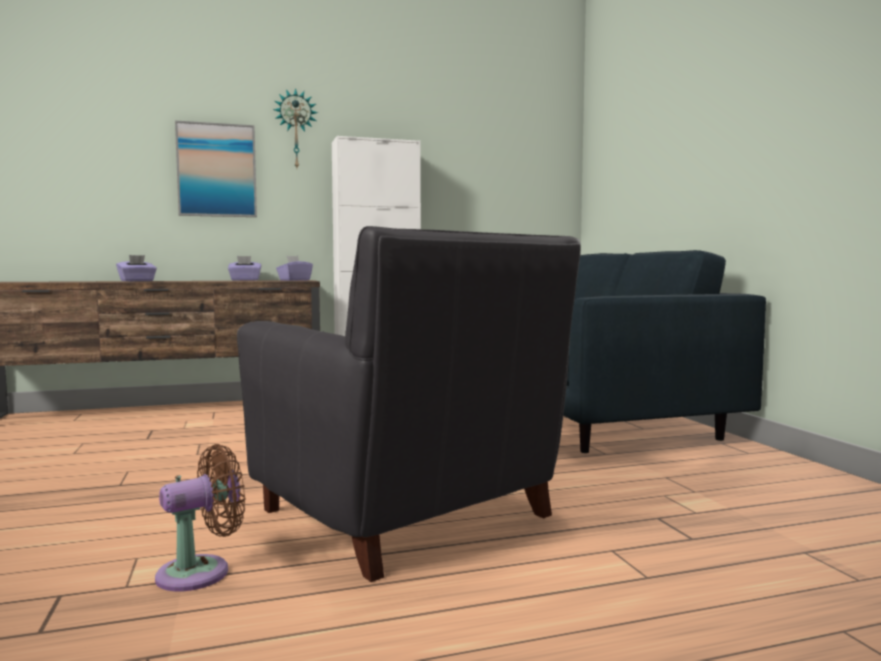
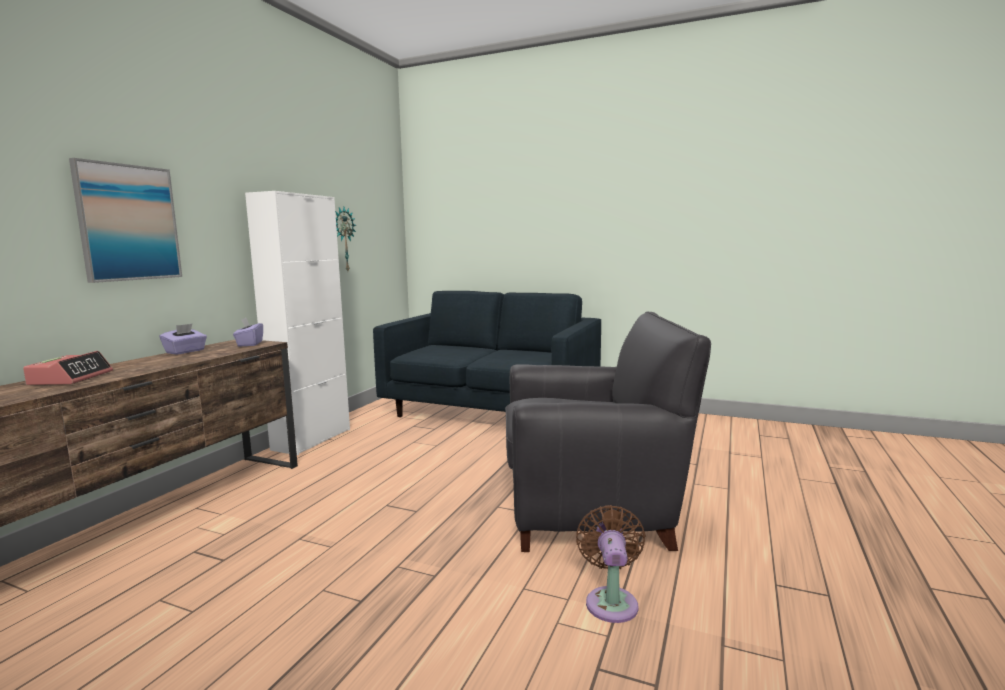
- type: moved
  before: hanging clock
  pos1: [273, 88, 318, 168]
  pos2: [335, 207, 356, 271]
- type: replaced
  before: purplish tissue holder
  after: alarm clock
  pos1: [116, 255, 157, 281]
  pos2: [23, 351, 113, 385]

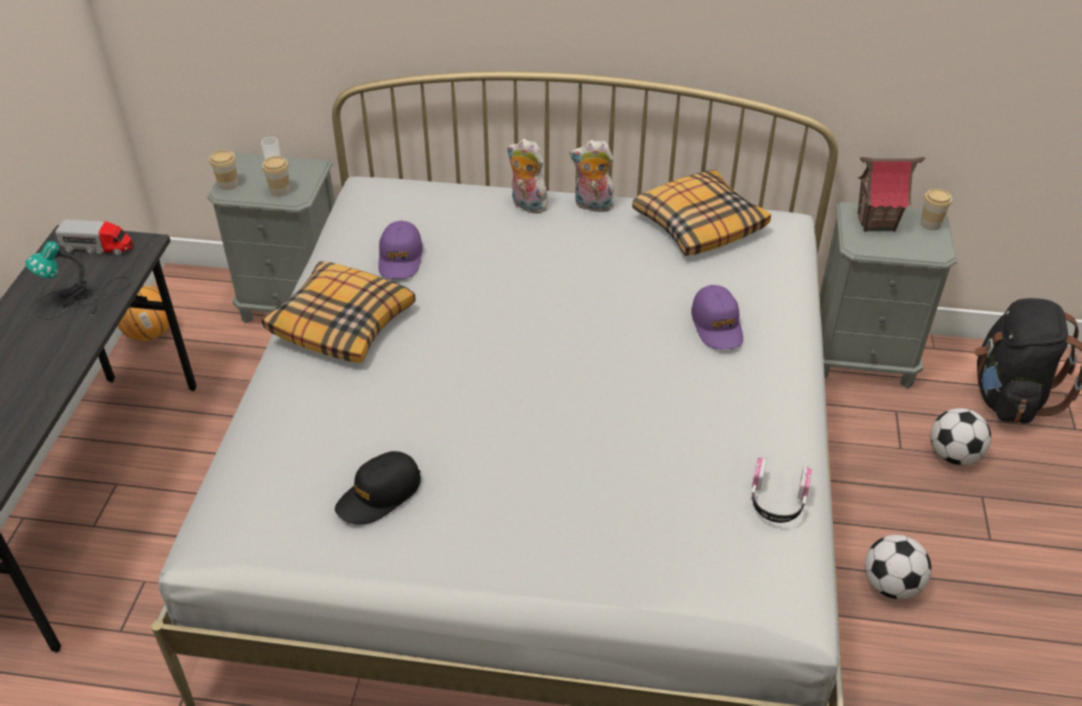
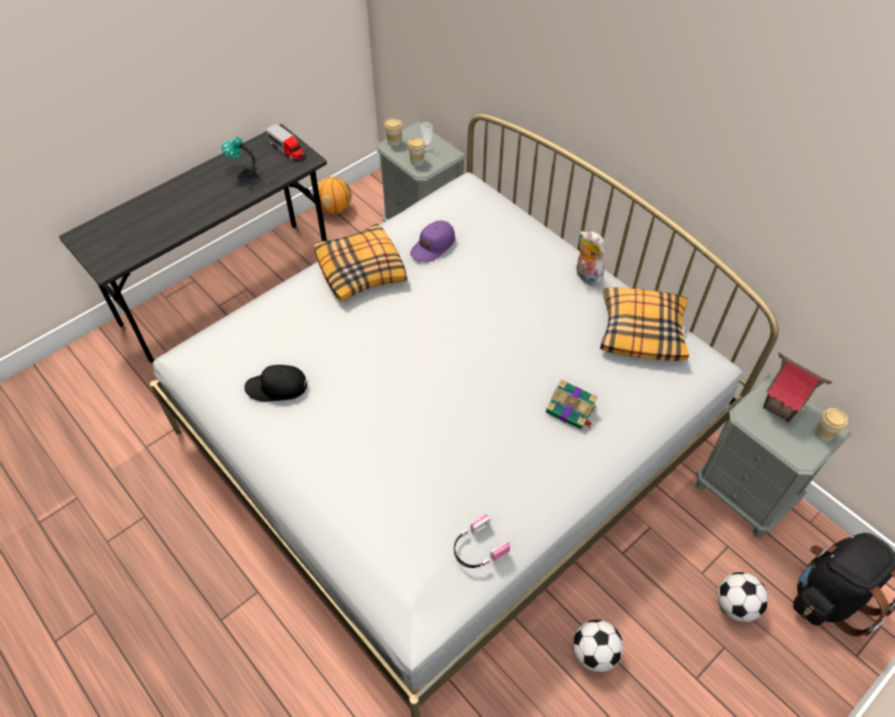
- type: removed
  before: plush toy
  pos1: [507, 139, 548, 214]
- type: replaced
  before: purplish baseball cap
  after: bound book
  pos1: [691, 285, 743, 350]
  pos2: [546, 379, 598, 429]

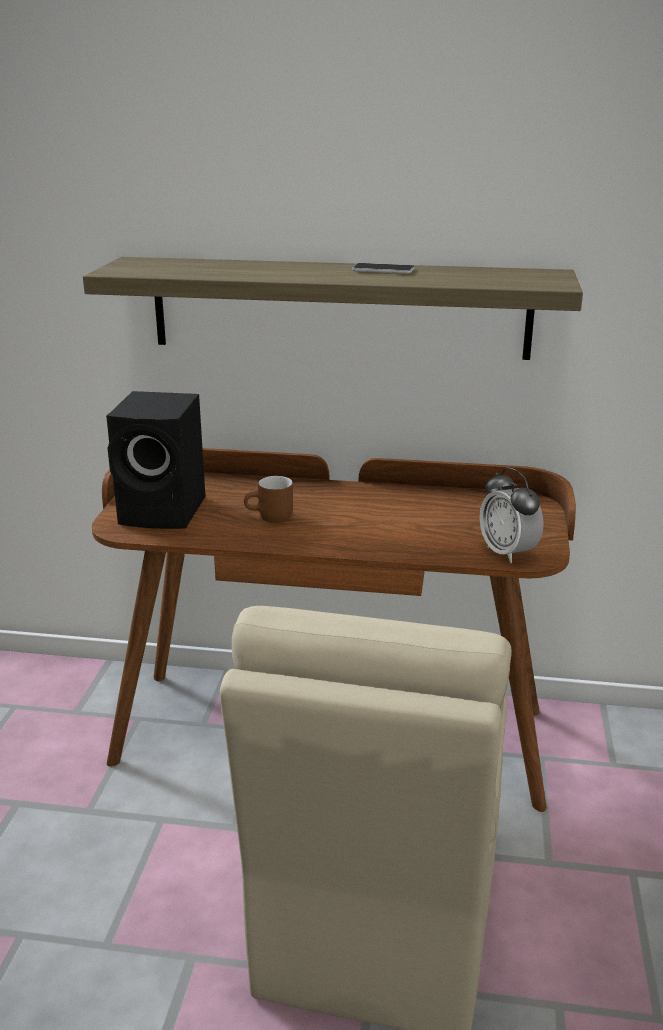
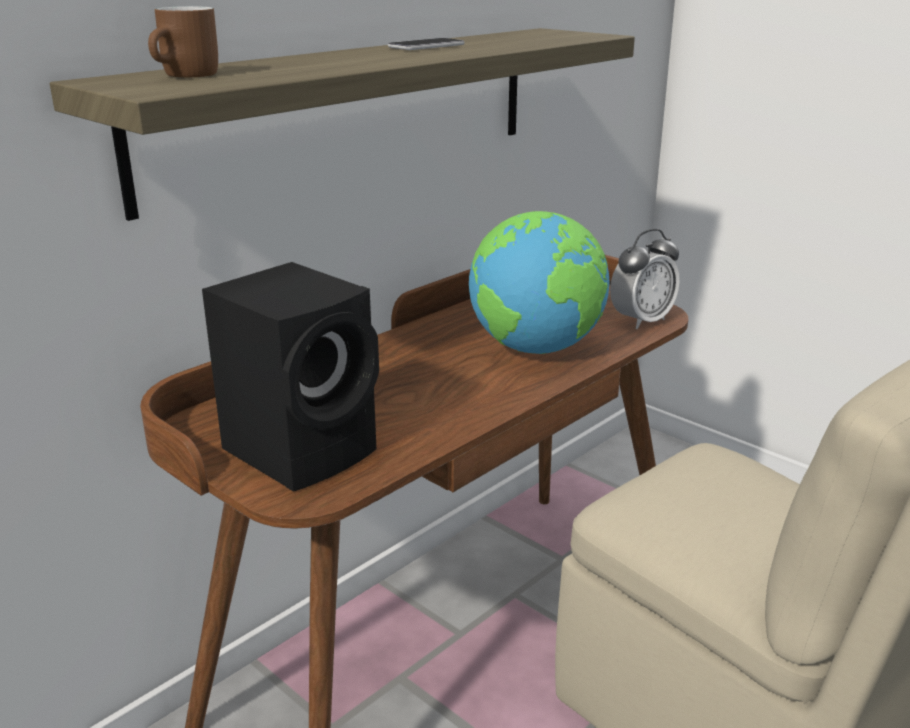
- type: added
  after: world globe
  pos2: [469, 211, 610, 354]
- type: moved
  before: brownish mug
  pos1: [244, 476, 293, 523]
  pos2: [148, 6, 218, 77]
- type: turned
  before: alarm clock
  pos1: [480, 468, 544, 563]
  pos2: [610, 229, 680, 329]
  turn: -45

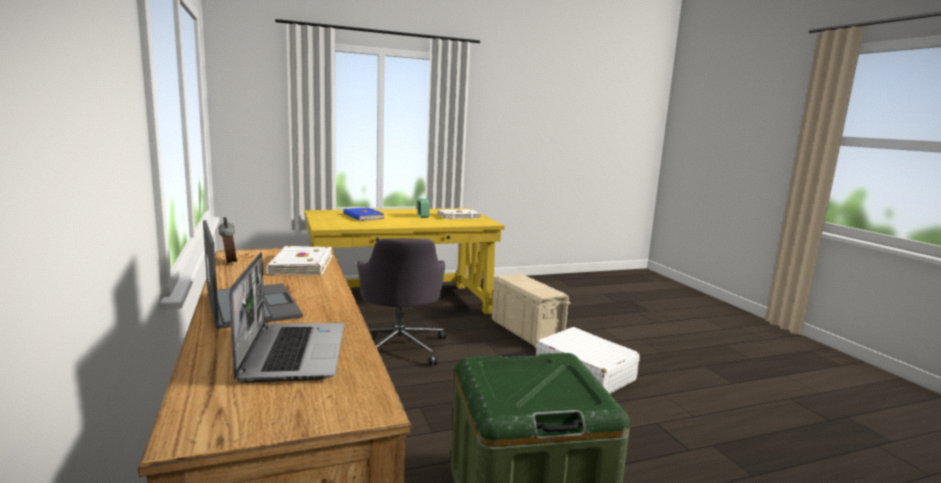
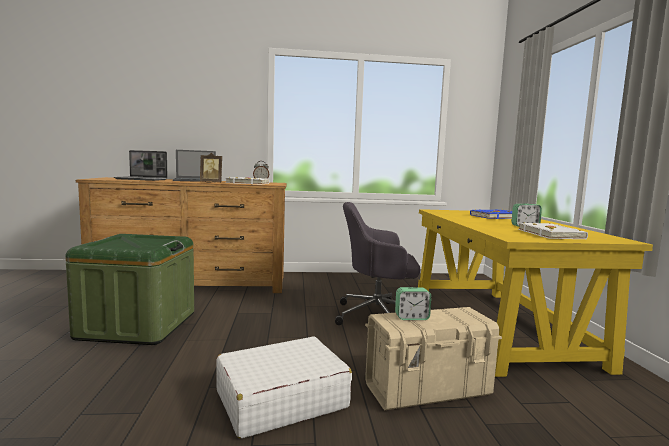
- type: added
  after: photo frame
  pos2: [200, 153, 222, 183]
- type: added
  after: alarm clock
  pos2: [395, 287, 431, 320]

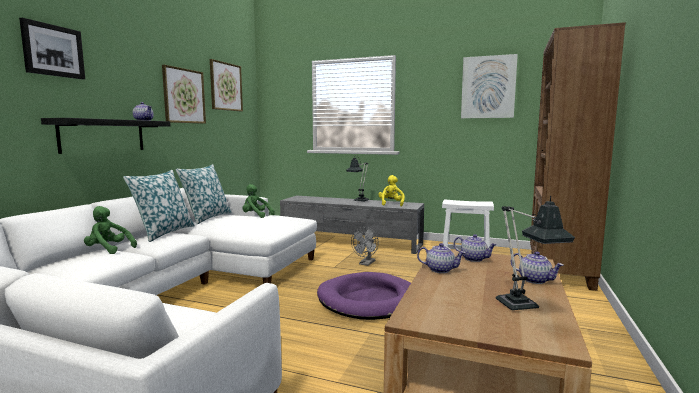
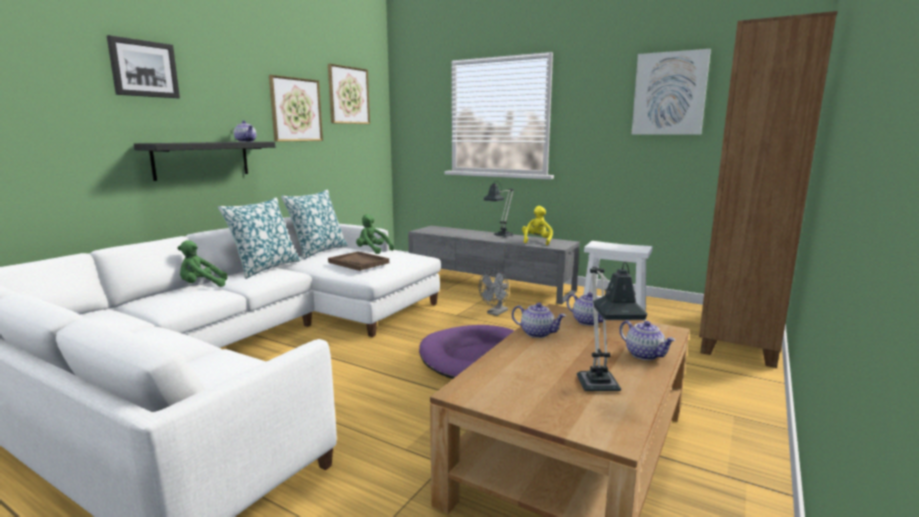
- type: added
  after: brownish carrying tray
  pos2: [328, 251, 389, 271]
- type: turned
  before: greenish plush toy
  pos1: [84, 206, 137, 254]
  pos2: [177, 240, 228, 287]
  turn: -45

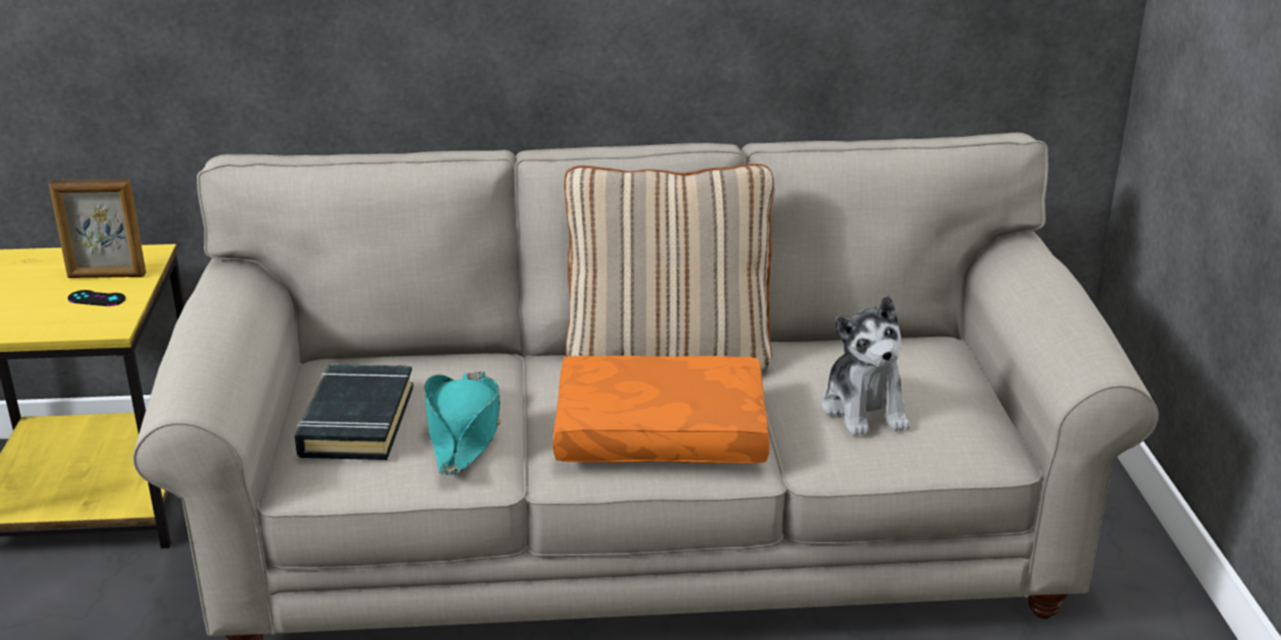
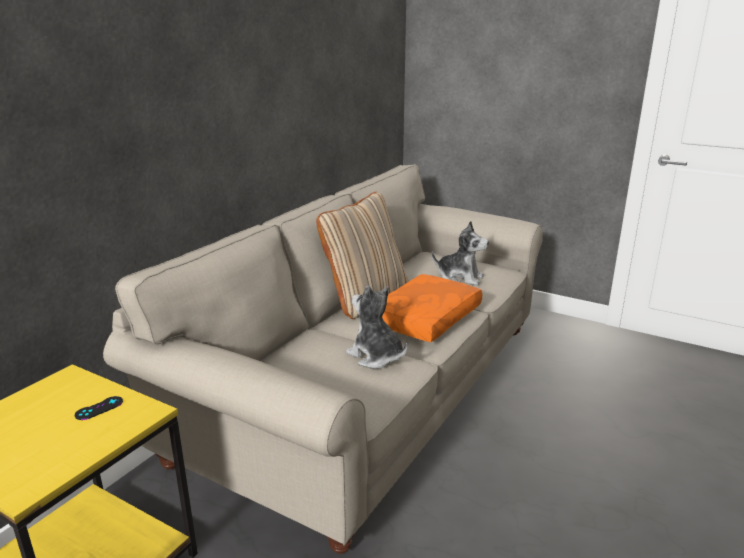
- type: removed
  before: photo frame
  pos1: [49, 179, 146, 278]
- type: removed
  before: blackish bound book
  pos1: [294, 364, 414, 460]
- type: replaced
  before: turquoise hat
  after: plush toy
  pos1: [424, 371, 501, 475]
  pos2: [346, 285, 407, 369]

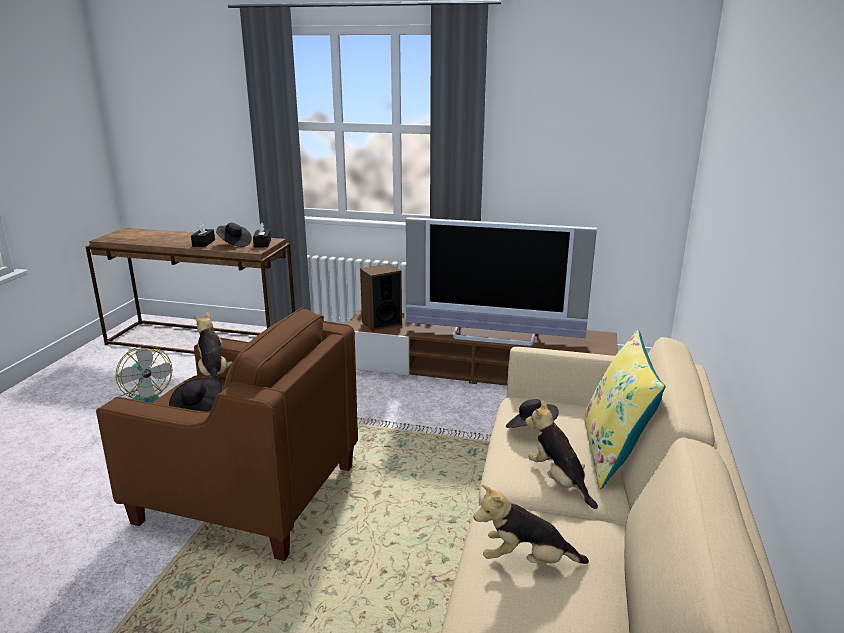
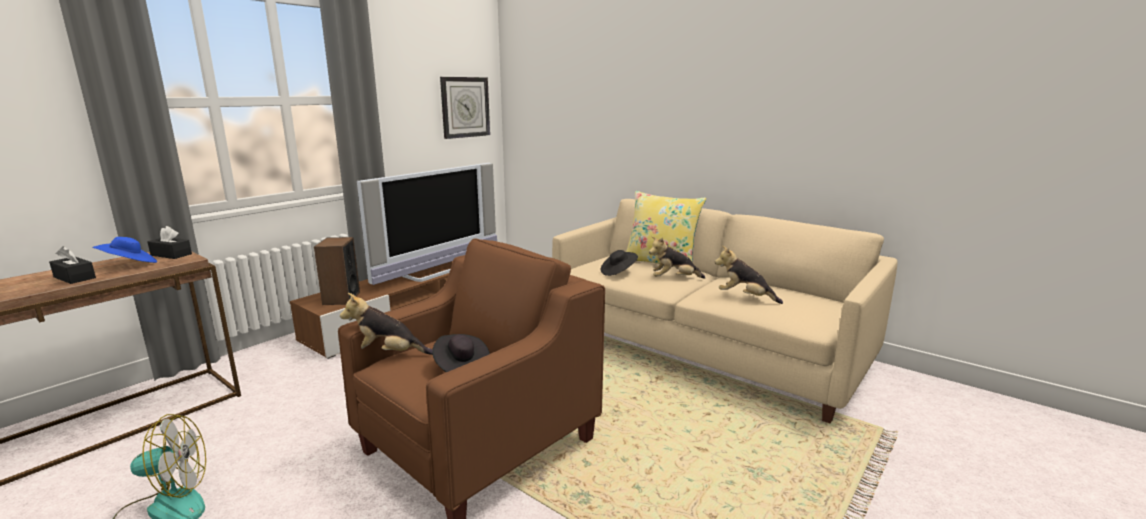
- type: added
  after: hanging clock
  pos2: [440, 77, 490, 139]
- type: recoloured
  before: blackish hat
  after: blue-coloured hat
  pos1: [216, 223, 252, 247]
  pos2: [92, 237, 157, 263]
- type: turned
  before: plush toy
  pos1: [474, 485, 589, 564]
  pos2: [715, 246, 783, 304]
  turn: 90

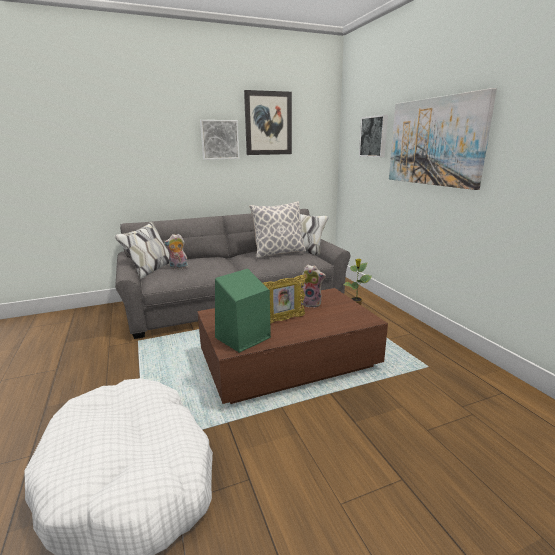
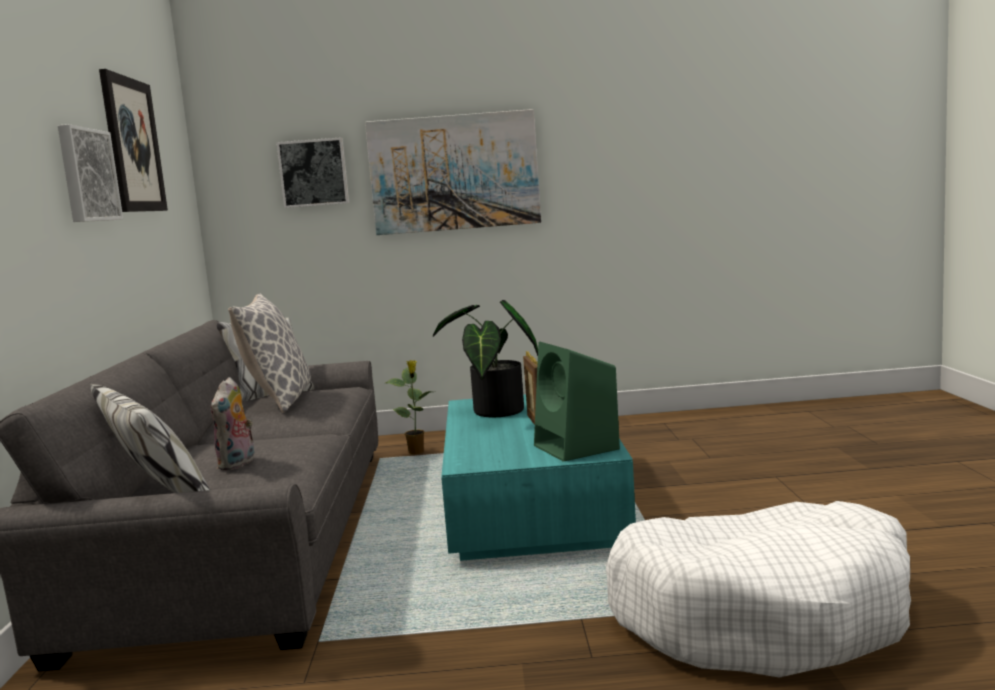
- type: replaced
  before: plush toy
  after: houseplant
  pos1: [301, 265, 326, 308]
  pos2: [433, 300, 538, 417]
- type: recoloured
  before: brownish lounge table
  after: turquoise lounge table
  pos1: [198, 288, 388, 404]
  pos2: [441, 394, 636, 561]

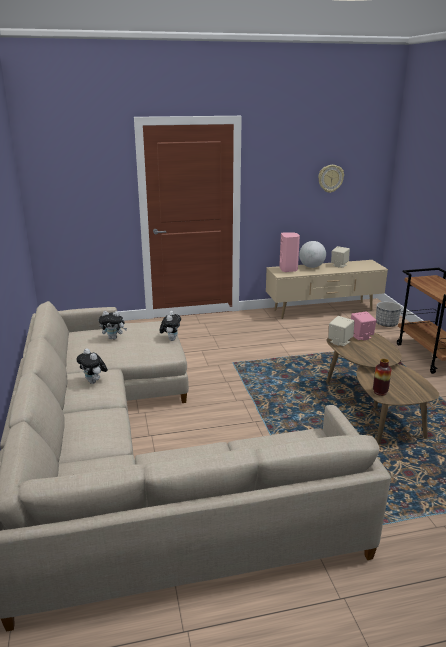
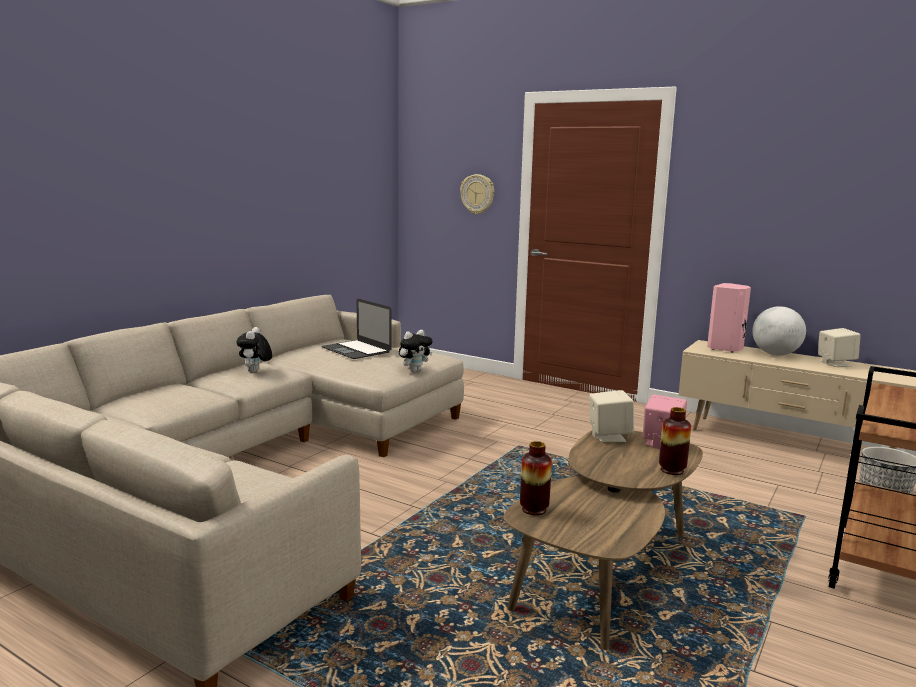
- type: added
  after: vase
  pos2: [659, 407, 691, 475]
- type: moved
  before: hanging clock
  pos1: [318, 165, 344, 193]
  pos2: [460, 174, 494, 214]
- type: replaced
  before: plush toy
  after: laptop
  pos1: [98, 311, 127, 340]
  pos2: [321, 299, 392, 359]

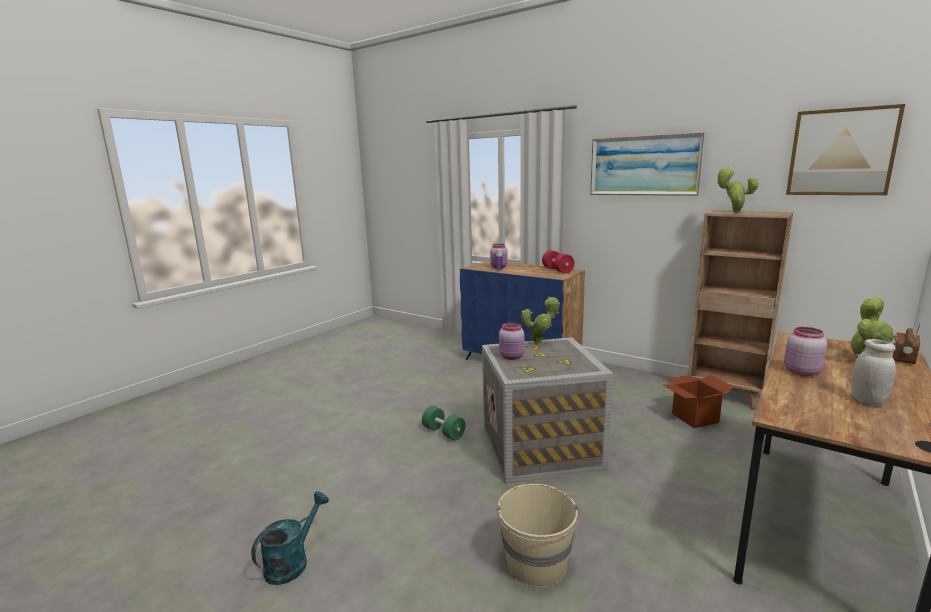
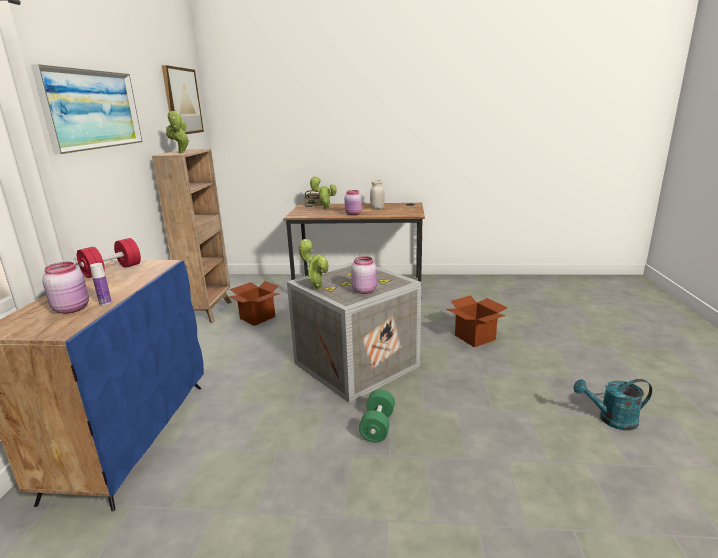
- type: replaced
  before: beige pail
  after: carton
  pos1: [496, 484, 580, 588]
  pos2: [447, 295, 508, 347]

